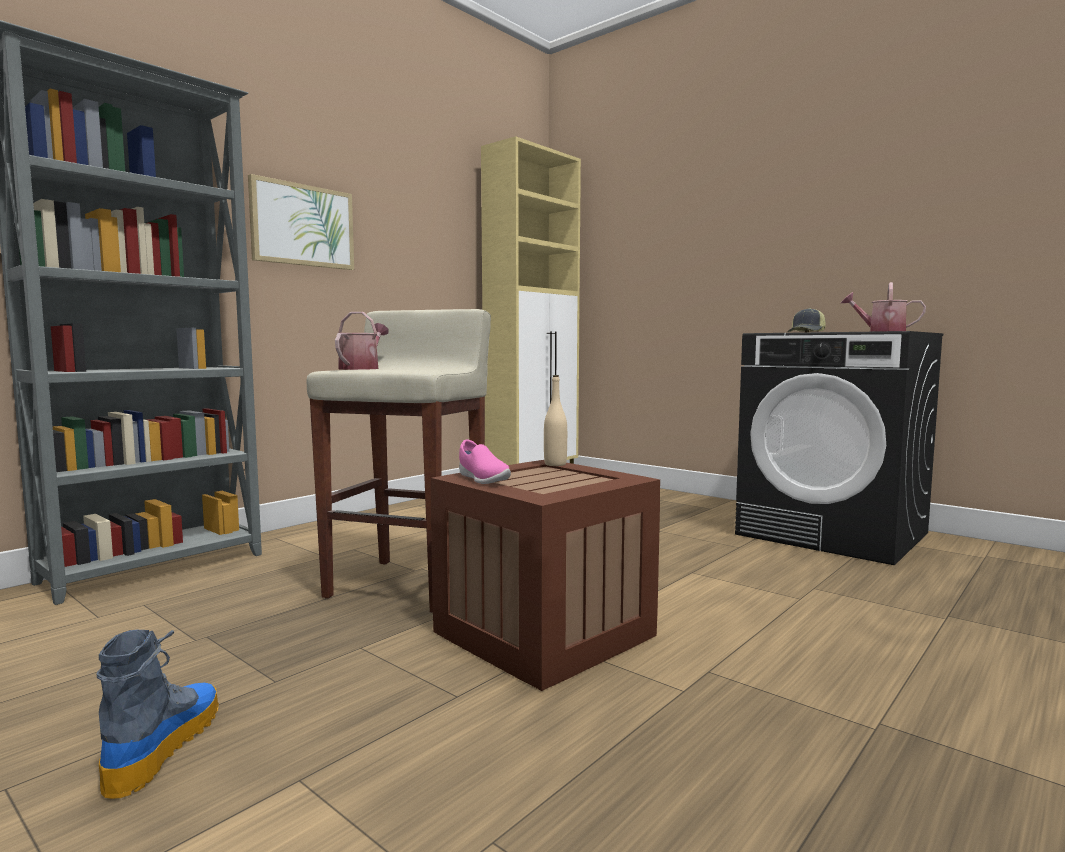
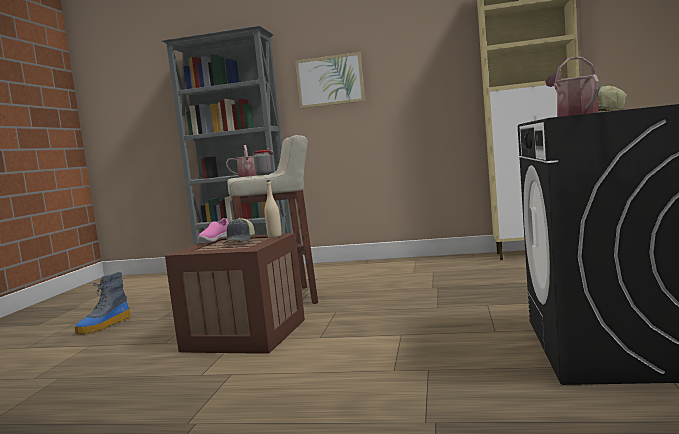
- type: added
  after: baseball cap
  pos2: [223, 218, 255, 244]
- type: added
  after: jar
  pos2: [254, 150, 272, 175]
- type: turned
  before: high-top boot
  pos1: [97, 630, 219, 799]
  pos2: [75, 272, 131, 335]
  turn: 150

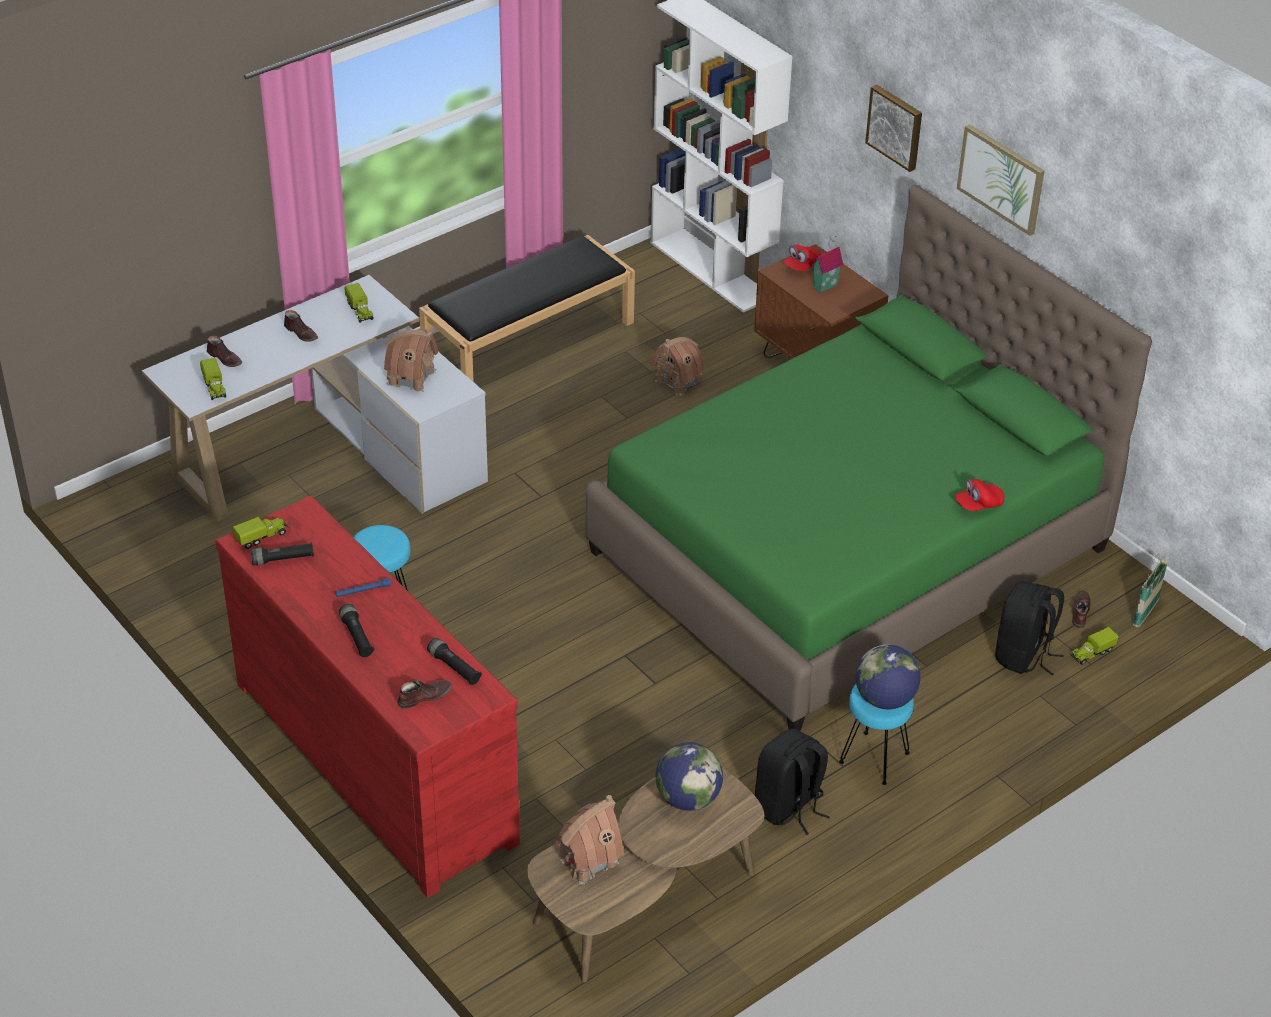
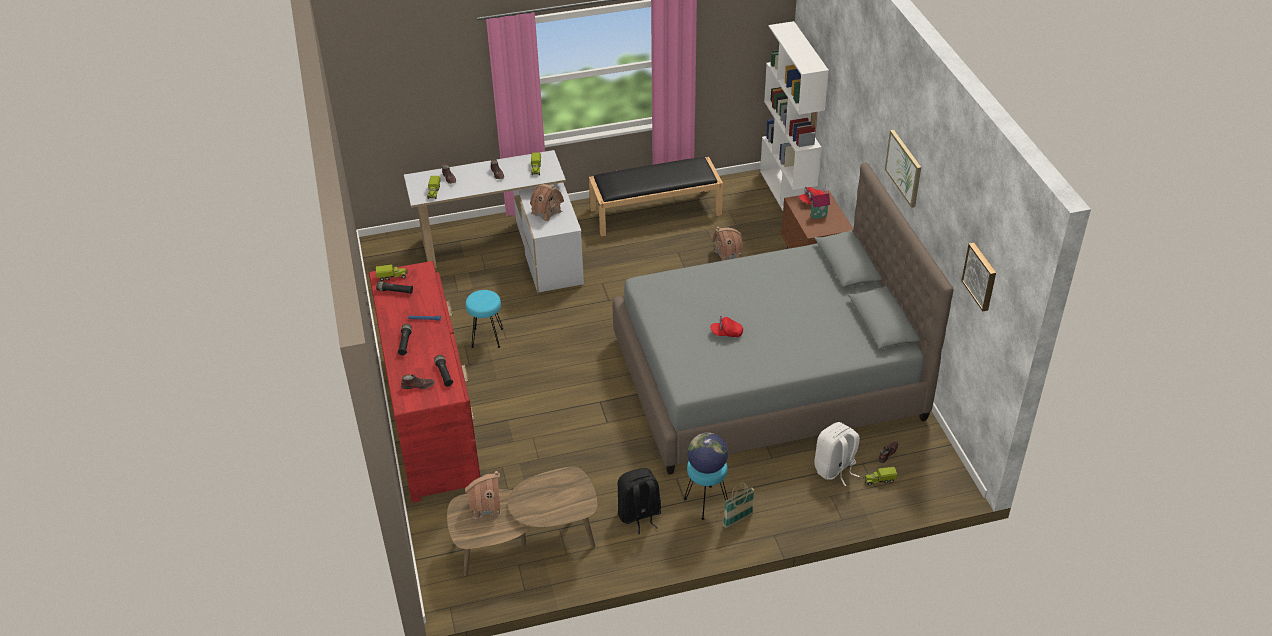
- type: removed
  before: world globe
  pos1: [656, 742, 723, 811]
- type: moved
  before: picture
  pos1: [865, 84, 922, 172]
  pos2: [961, 243, 996, 311]
- type: moved
  before: red baseball cap
  pos1: [955, 479, 1005, 511]
  pos2: [710, 316, 743, 337]
- type: moved
  before: basket
  pos1: [1133, 553, 1168, 628]
  pos2: [723, 483, 755, 528]
- type: recoloured
  before: greenish bed
  after: gray bed
  pos1: [585, 185, 1152, 731]
  pos2: [613, 162, 953, 475]
- type: recoloured
  before: blackish backpack
  after: white-coloured backpack
  pos1: [995, 582, 1064, 676]
  pos2: [814, 422, 860, 486]

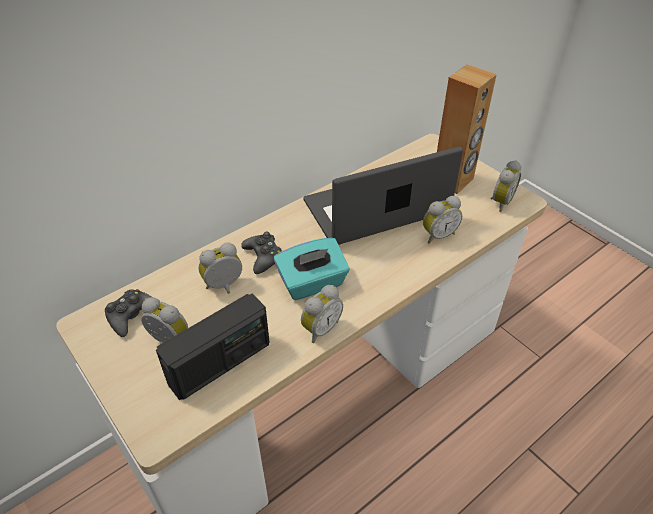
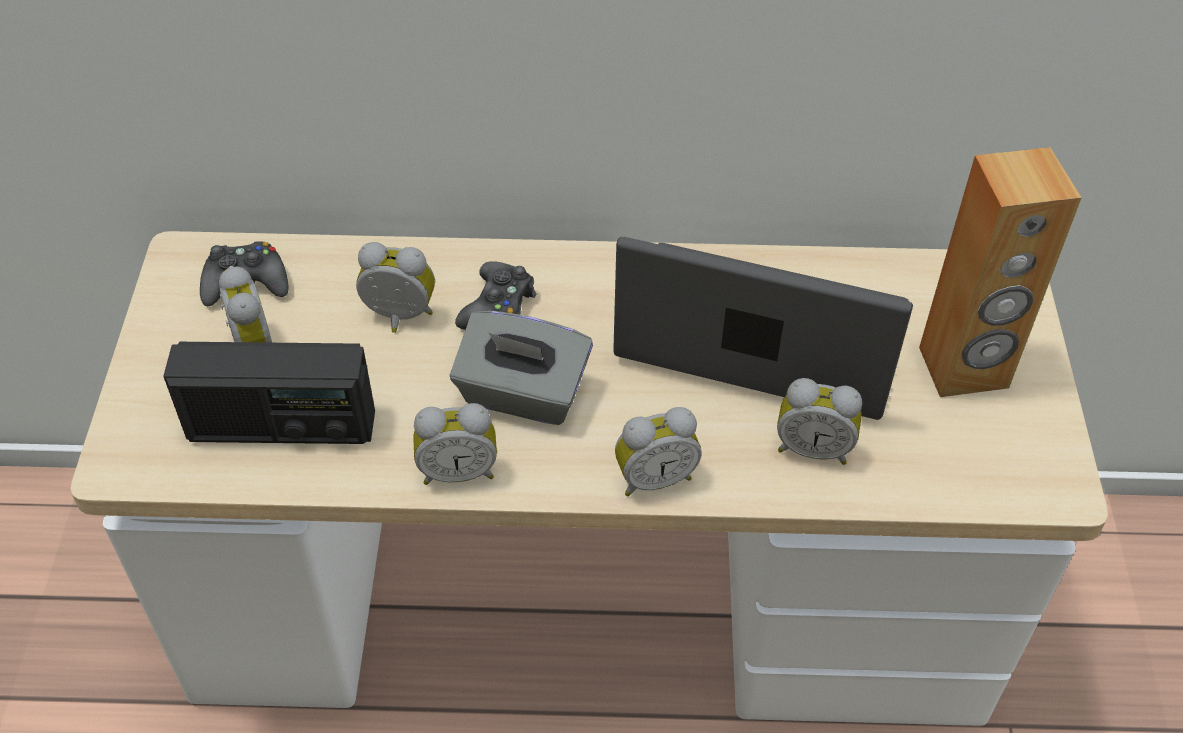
- type: moved
  before: alarm clock
  pos1: [491, 160, 521, 212]
  pos2: [615, 407, 702, 496]
- type: recoloured
  before: turquoise tissue holder
  after: gray tissue holder
  pos1: [274, 238, 350, 300]
  pos2: [450, 311, 593, 425]

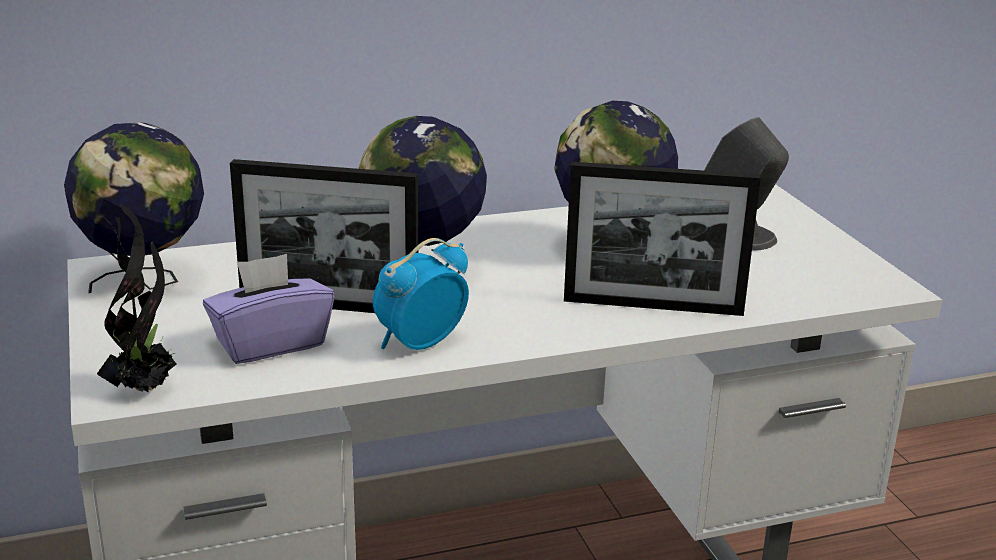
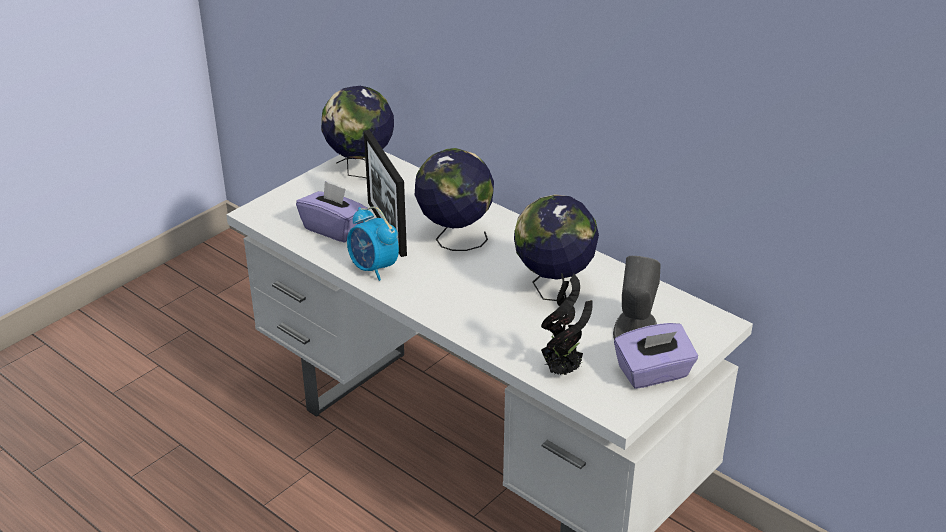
- type: removed
  before: photo frame
  pos1: [564, 162, 761, 316]
- type: added
  after: purplish tissue holder
  pos2: [614, 323, 698, 389]
- type: moved
  before: houseplant
  pos1: [97, 203, 176, 392]
  pos2: [541, 273, 593, 375]
- type: turned
  before: alarm clock
  pos1: [373, 238, 469, 350]
  pos2: [347, 207, 399, 281]
  turn: -150

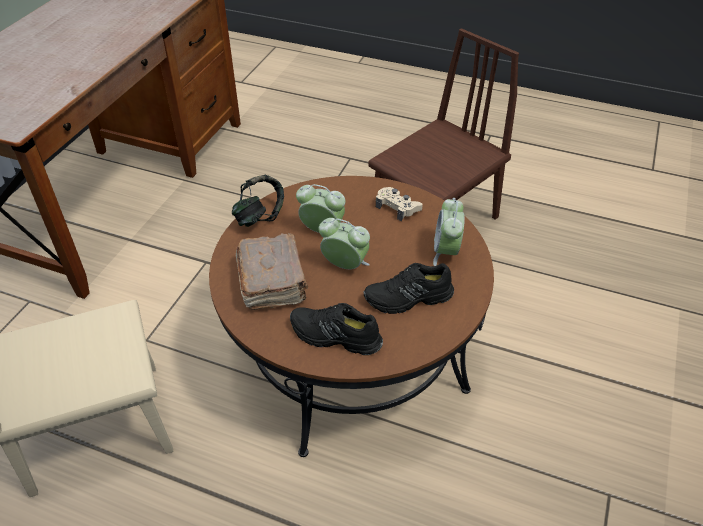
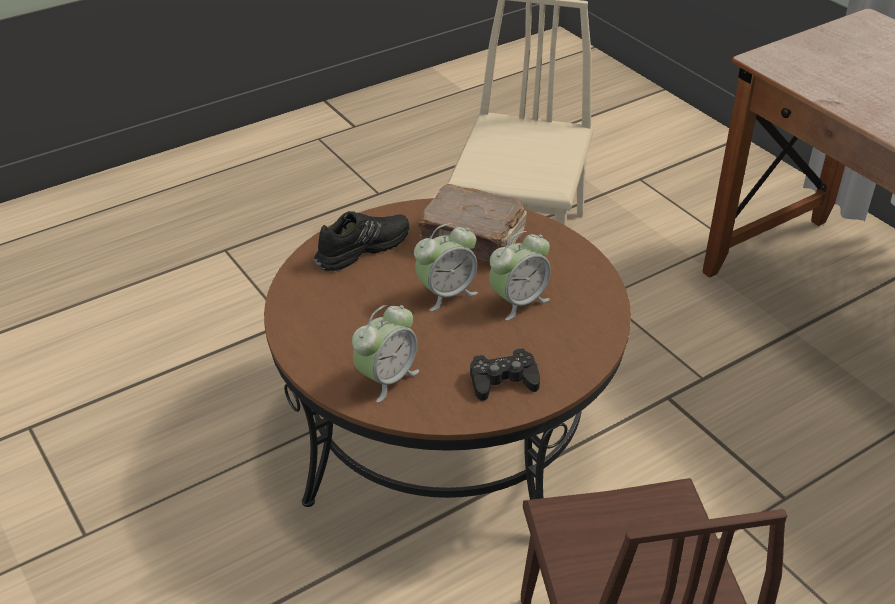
- type: removed
  before: headset
  pos1: [232, 175, 284, 227]
- type: removed
  before: blackish low shoe
  pos1: [364, 263, 454, 314]
- type: recoloured
  before: beige gamepad
  after: blackish gamepad
  pos1: [376, 187, 423, 221]
  pos2: [470, 348, 540, 401]
- type: turned
  before: alarm clock
  pos1: [433, 198, 465, 266]
  pos2: [352, 305, 419, 402]
  turn: 90

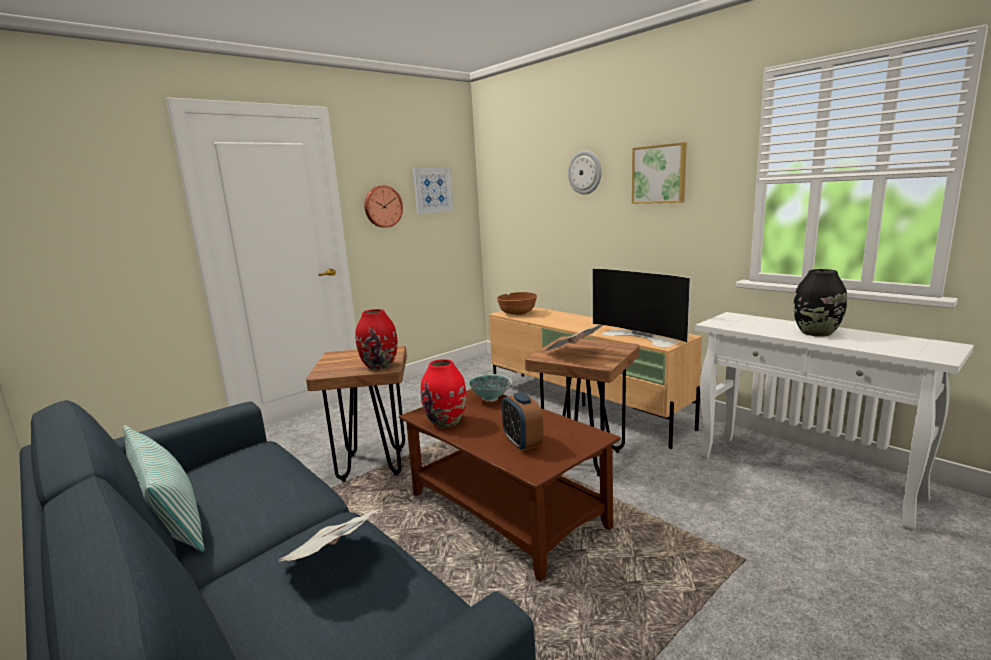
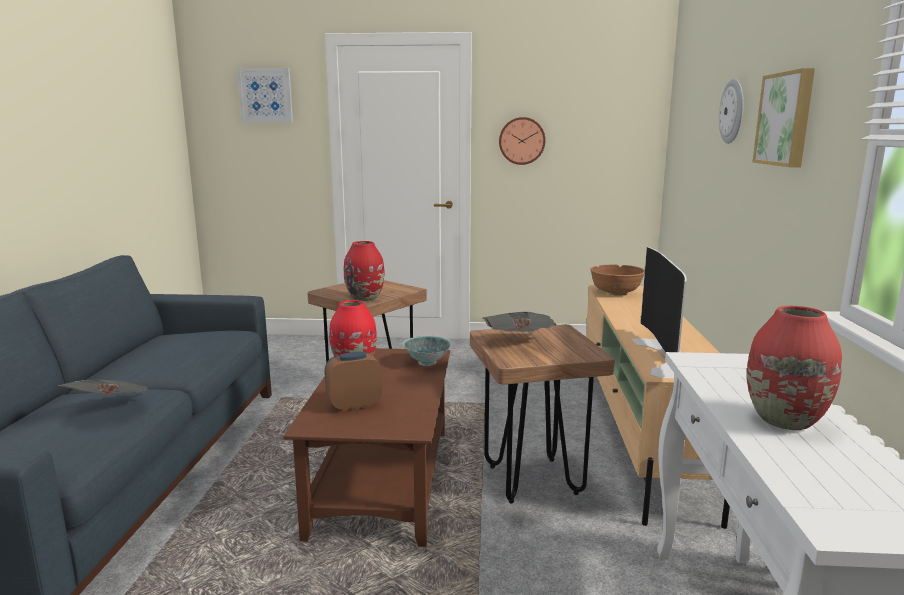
- type: removed
  before: throw pillow
  pos1: [123, 425, 205, 552]
- type: moved
  before: picture
  pos1: [413, 167, 454, 214]
  pos2: [237, 68, 293, 123]
- type: recoloured
  before: blackish vase
  after: red vase
  pos1: [793, 269, 847, 337]
  pos2: [747, 306, 842, 430]
- type: turned
  before: alarm clock
  pos1: [502, 392, 543, 451]
  pos2: [325, 351, 383, 411]
  turn: 45

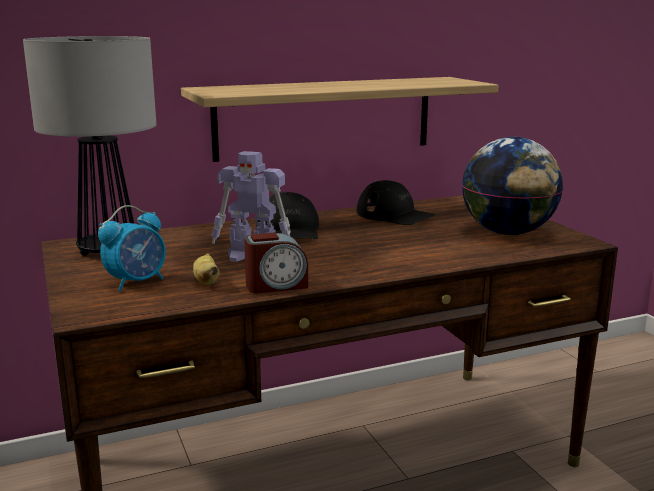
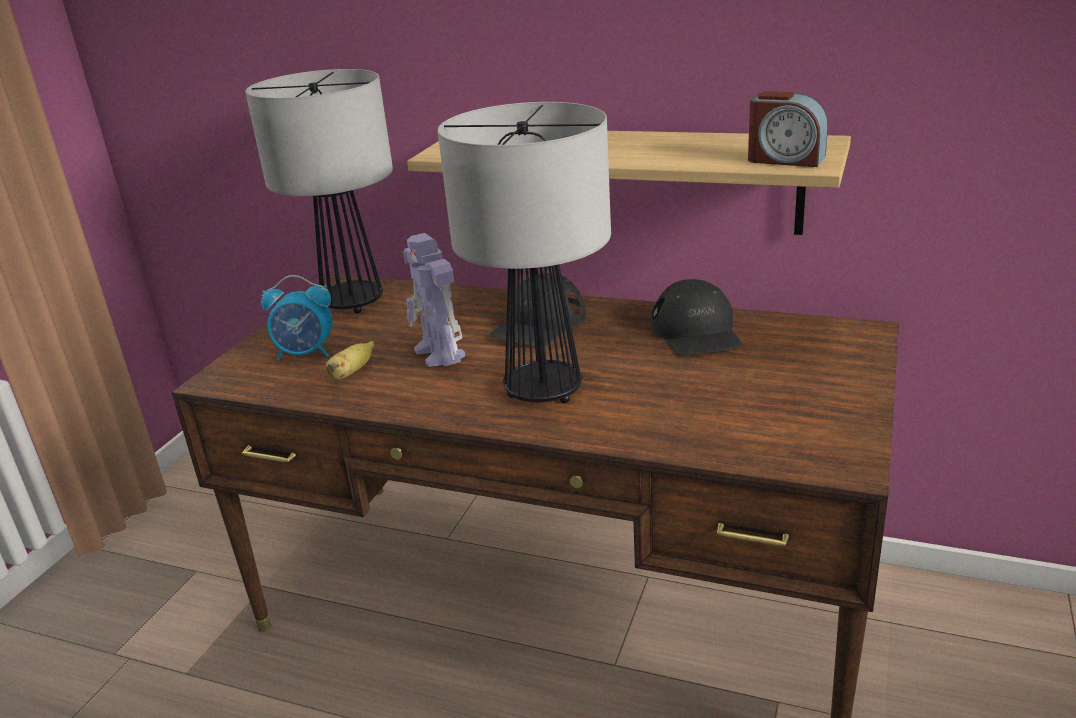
- type: removed
  before: world globe
  pos1: [462, 137, 563, 235]
- type: added
  after: tabletop lamp
  pos2: [437, 102, 611, 403]
- type: moved
  before: alarm clock
  pos1: [244, 233, 308, 293]
  pos2: [748, 91, 828, 167]

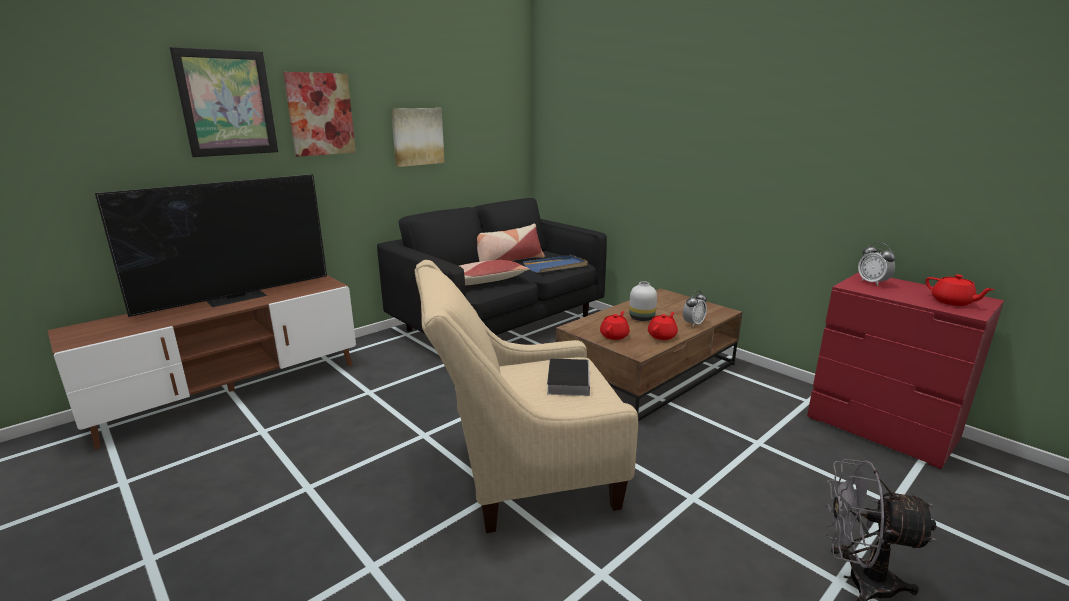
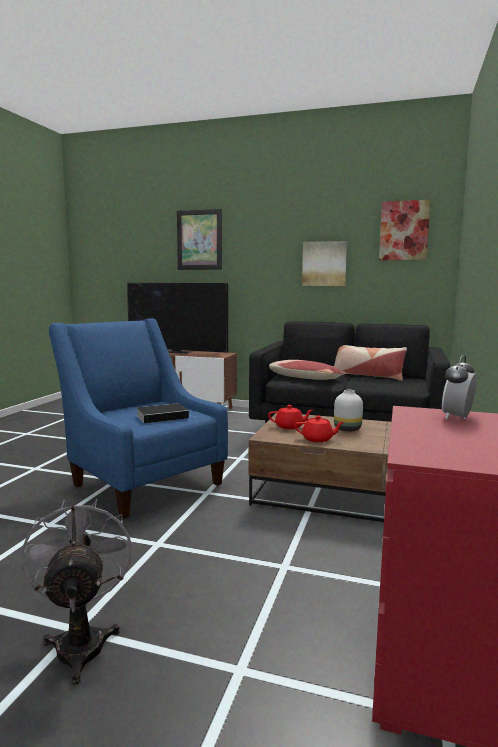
- type: removed
  before: blue-coloured carrying tray
  pos1: [523, 255, 588, 273]
- type: removed
  before: alarm clock
  pos1: [683, 291, 707, 327]
- type: removed
  before: red pot for tea
  pos1: [925, 274, 995, 306]
- type: moved
  before: picture
  pos1: [283, 72, 356, 157]
  pos2: [379, 200, 431, 260]
- type: recoloured
  before: beige armchair
  after: blue-coloured armchair
  pos1: [415, 260, 638, 533]
  pos2: [49, 318, 228, 519]

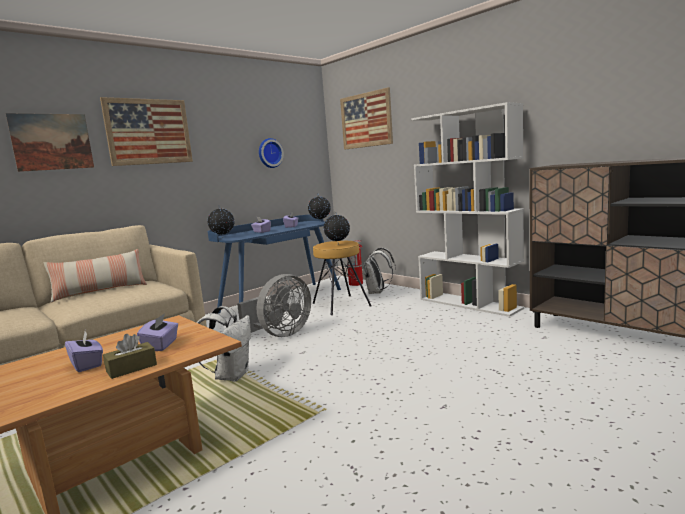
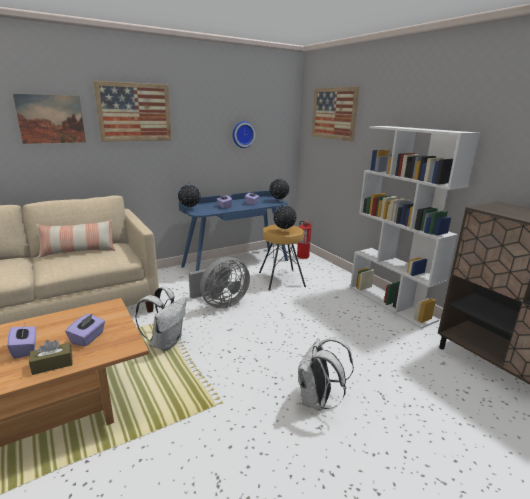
- type: moved
  before: white-coloured backpack
  pos1: [363, 248, 396, 294]
  pos2: [298, 338, 354, 411]

